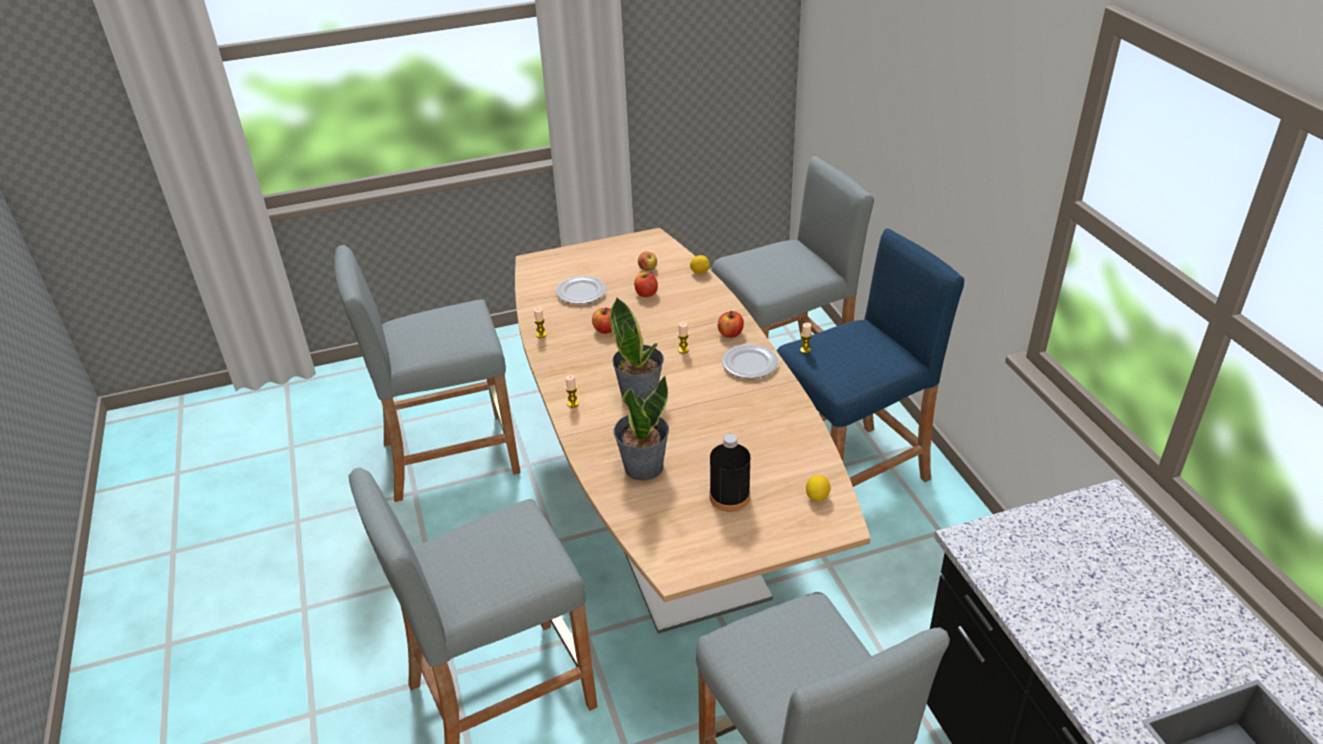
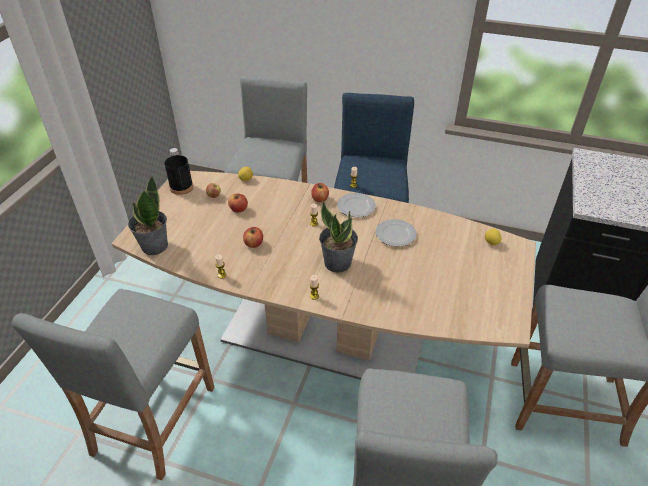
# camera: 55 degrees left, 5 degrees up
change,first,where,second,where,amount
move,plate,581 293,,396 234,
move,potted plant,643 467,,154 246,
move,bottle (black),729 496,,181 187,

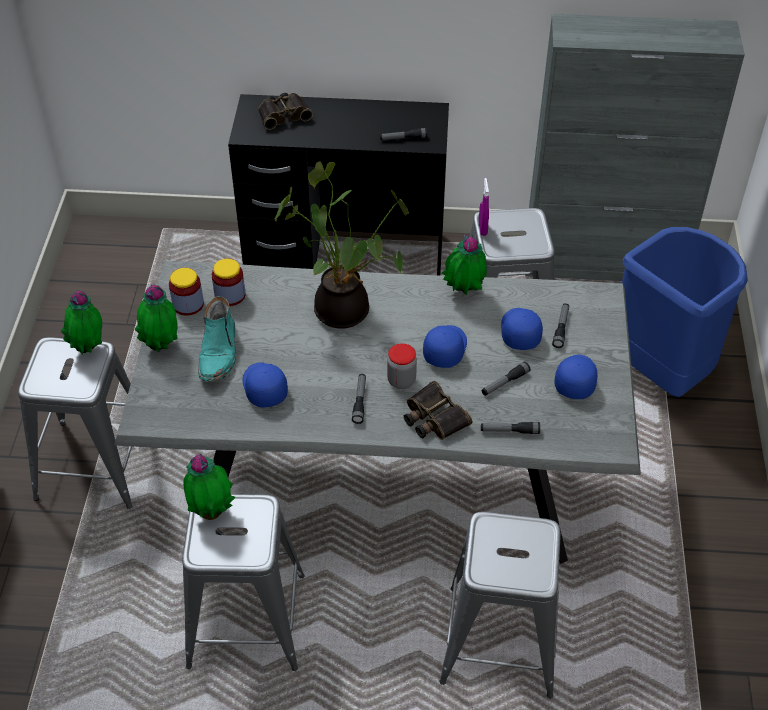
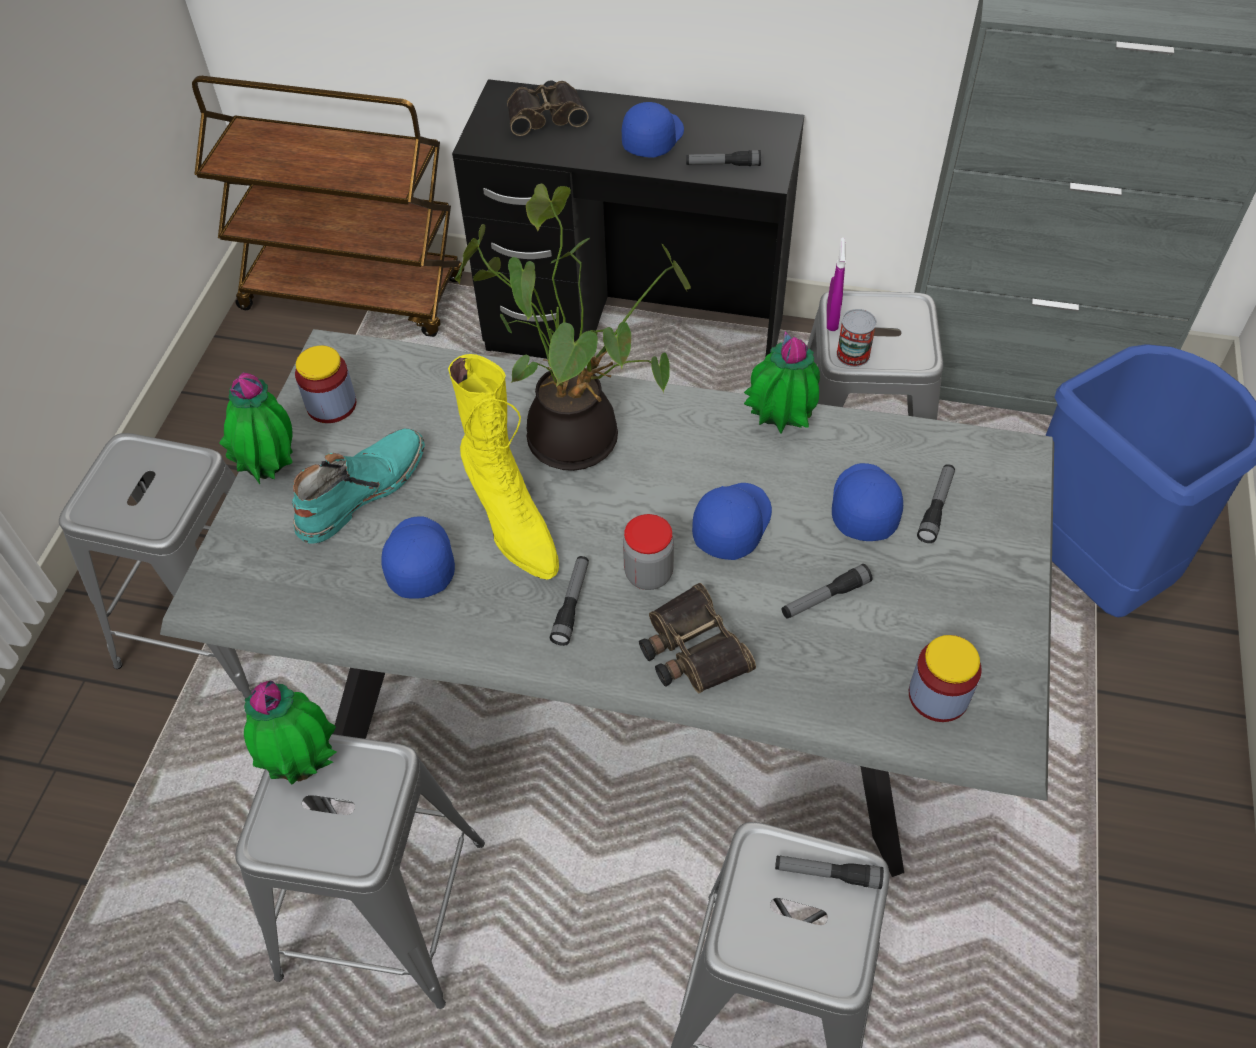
# camera: 10 degrees right, 5 degrees up
change,first,where,second,where,amount
move,jar,230 295,,938 695,
delete,potted plant,89 349,,,
rotate,boot (turquoise),219 352,,361 491,150 degrees counterclockwise
move,cap (blue),575 379,,652 138,
move,flashlight,509 431,,827 874,
insert,,,cart (brown),355 293,
insert,,,can,853 354,
insert,,,boot (yellow),512 524,

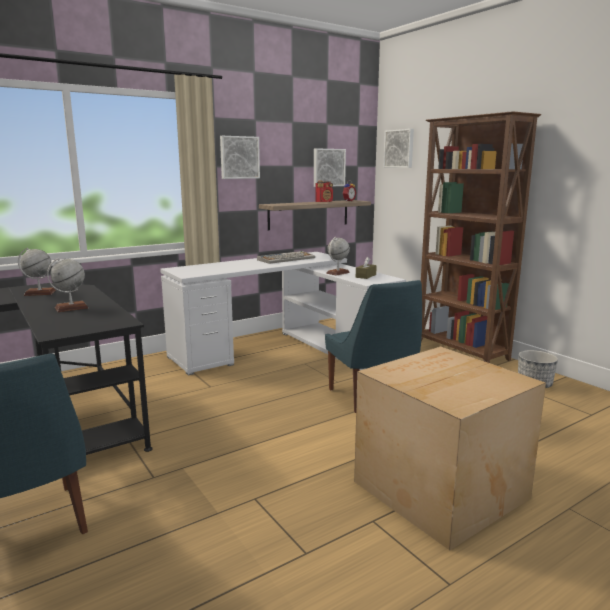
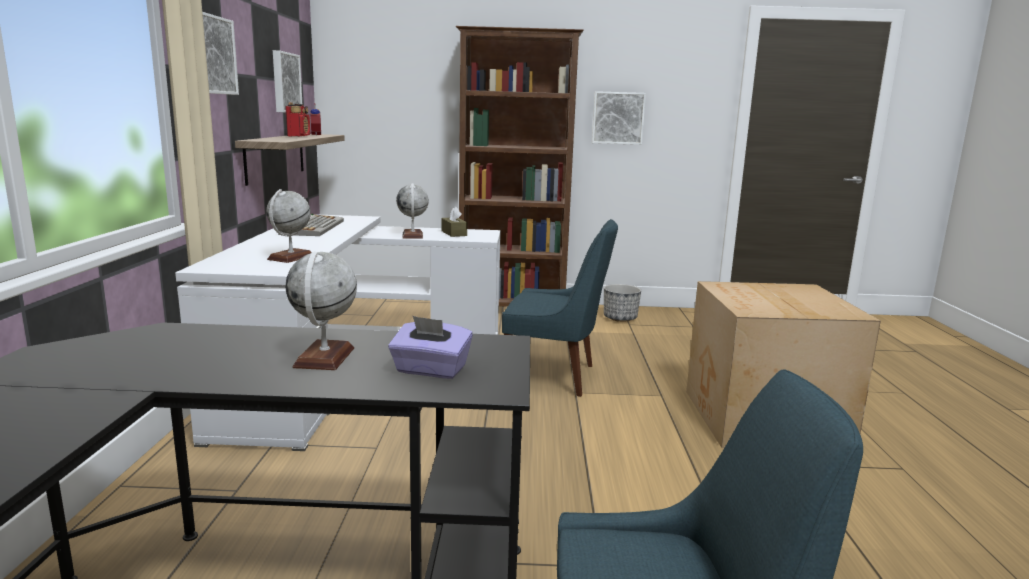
# camera: 55 degrees left, 0 degrees up
change,first,where,second,where,amount
move,picture,399 148,,618 118,
move,globe,40 293,,291 257,
insert,,,tissue box (purple),430 370,

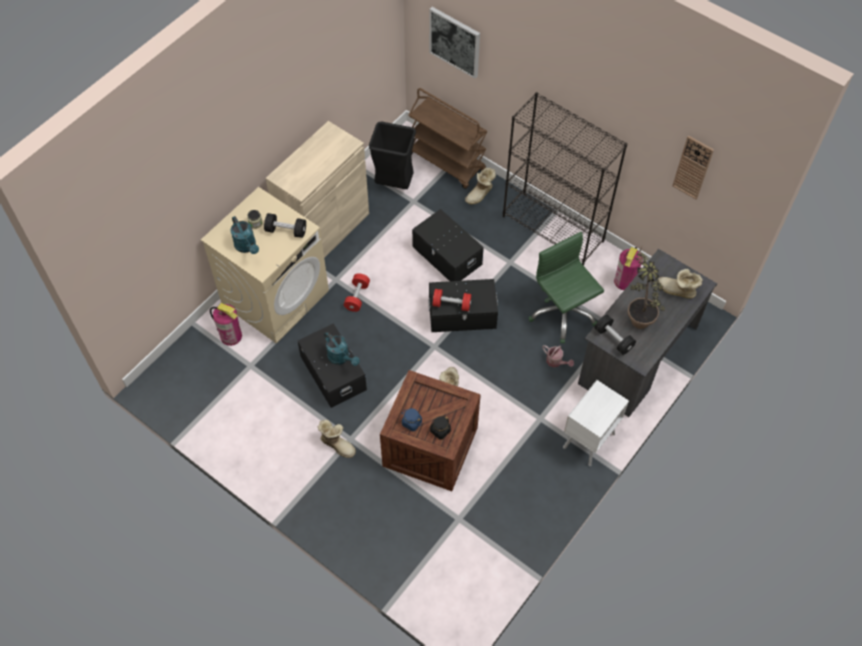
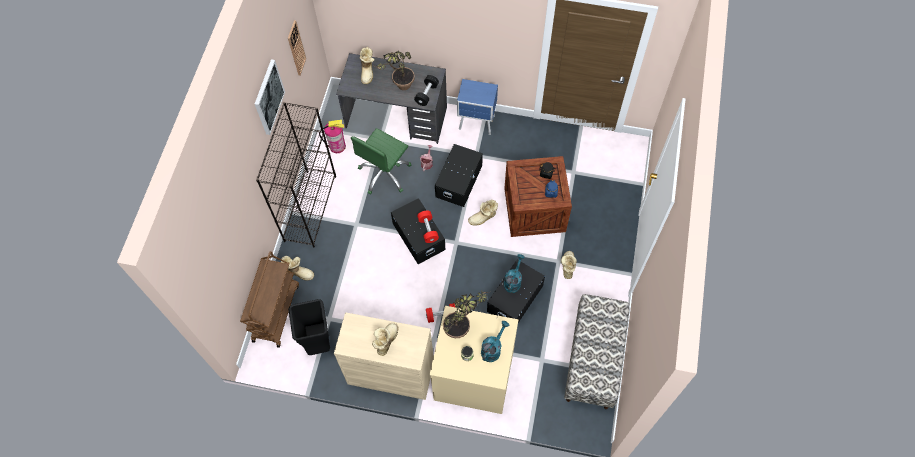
# camera: 115 degrees left, 5 degrees up
change,first,where,second,where,amount
move,picture,455 41,,268 97,
move,storage box (black),446 256,,459 181,
replace,dumbbell (black),286 231,potted plant,462 327,
delete,fire extinguisher,231 336,,,
recolor,nightstand (white),587 441,nightstand (blue),477 123,
insert,,,bench,593 360,
insert,,,boot,386 341,

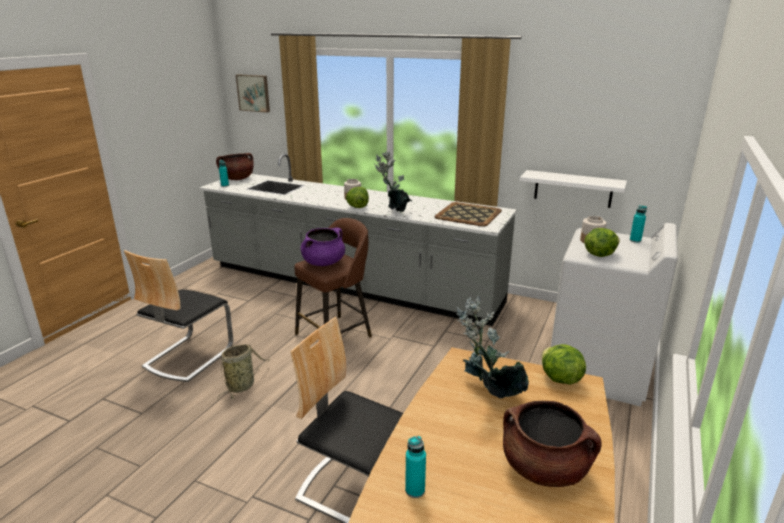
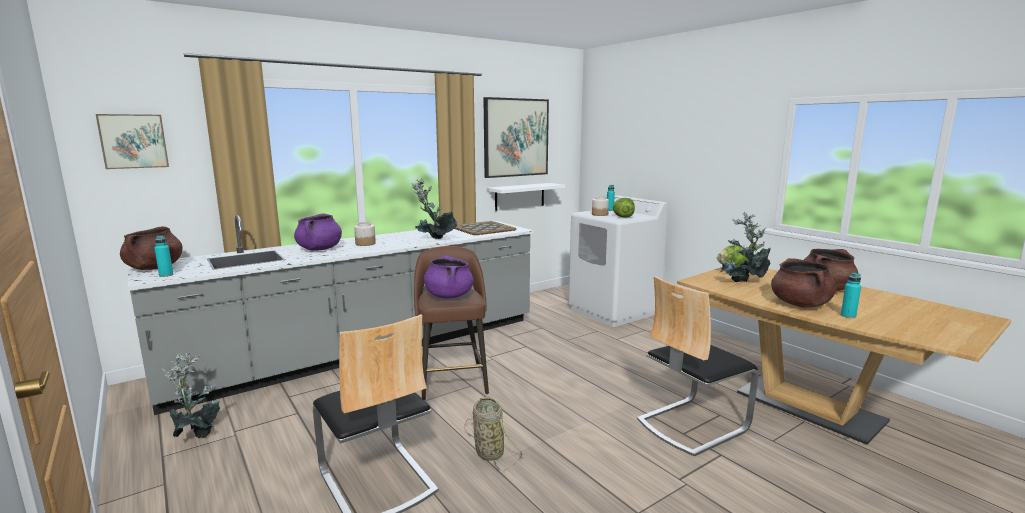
# camera: 60 degrees left, 10 degrees down
change,first,where,second,where,amount
delete,lettuce,357 207,,,
insert,,,picture,516 137,
insert,,,cooking pot (purple),319 249,
insert,,,cooking pot (brown),800 304,
insert,,,potted plant,197 435,

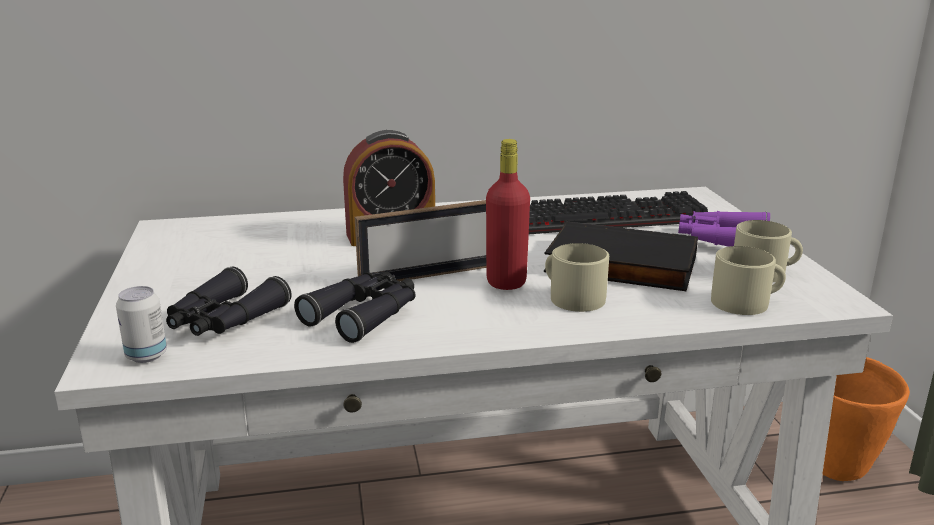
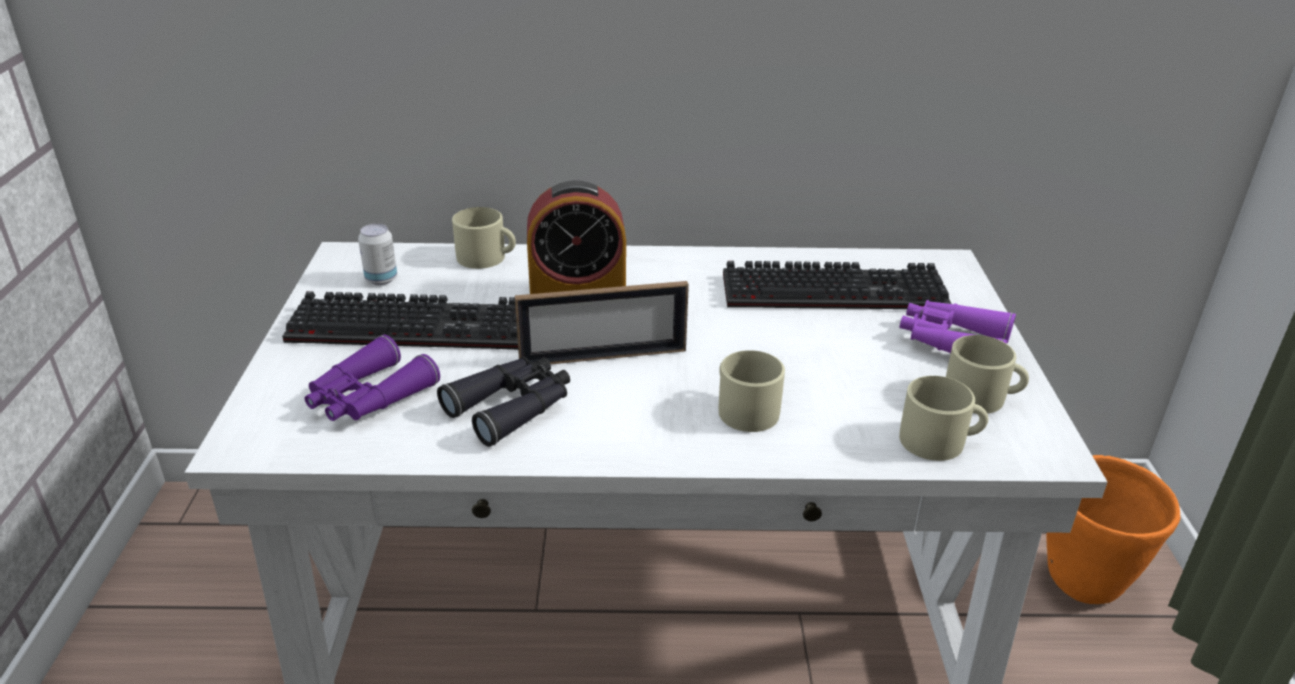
# camera: 10 degrees right, 10 degrees up
change,first,where,second,where,amount
delete,bottle (red),506 282,,,
delete,book (black),619 266,,,
recolor,binoculars (black),224 320,binoculars (purple),368 397,
move,can,146 356,,381 279,
insert,,,mug (beige),487 258,
insert,,,keyboard,416 325,

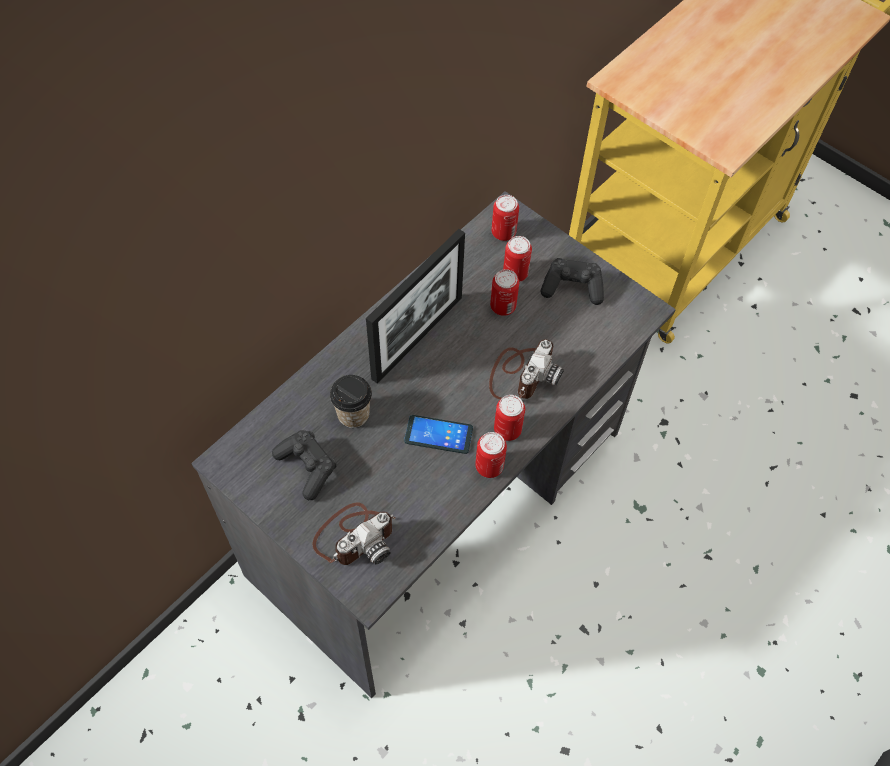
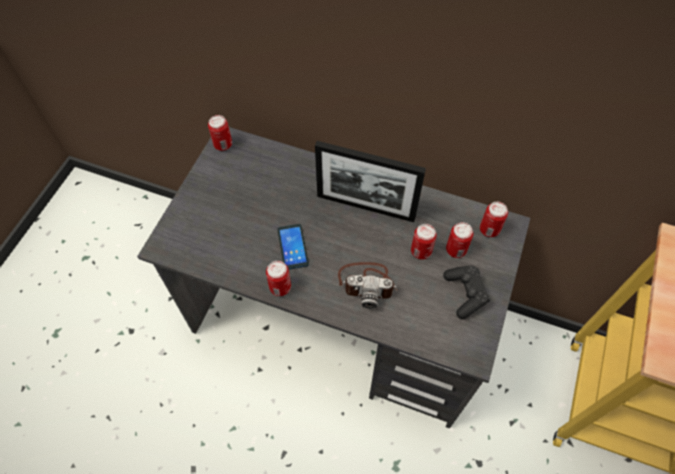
# camera: 70 degrees right, 0 degrees up
change,first,where,second,where,amount
delete,cup,353 415,,,
move,can,507 430,,223 144,
delete,game controller (black),307 467,,,
delete,photo camera,355 536,,,

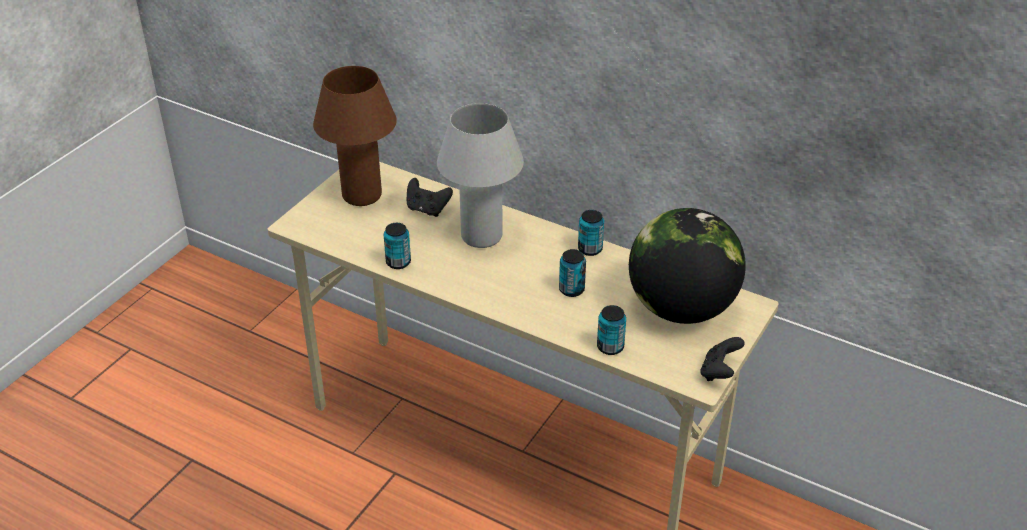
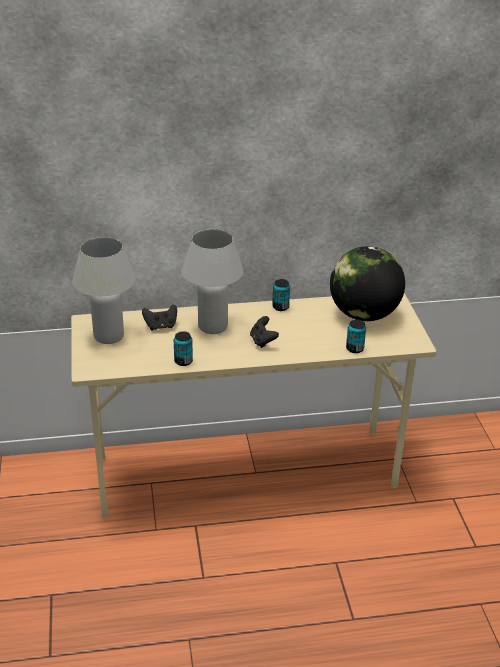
# camera: 40 degrees left, 5 degrees down
change,first,where,second,where,amount
recolor,table lamp (brown),362 195,table lamp (white),109 336,
delete,can,571 290,,,
move,game controller (black),719 372,,263 341,

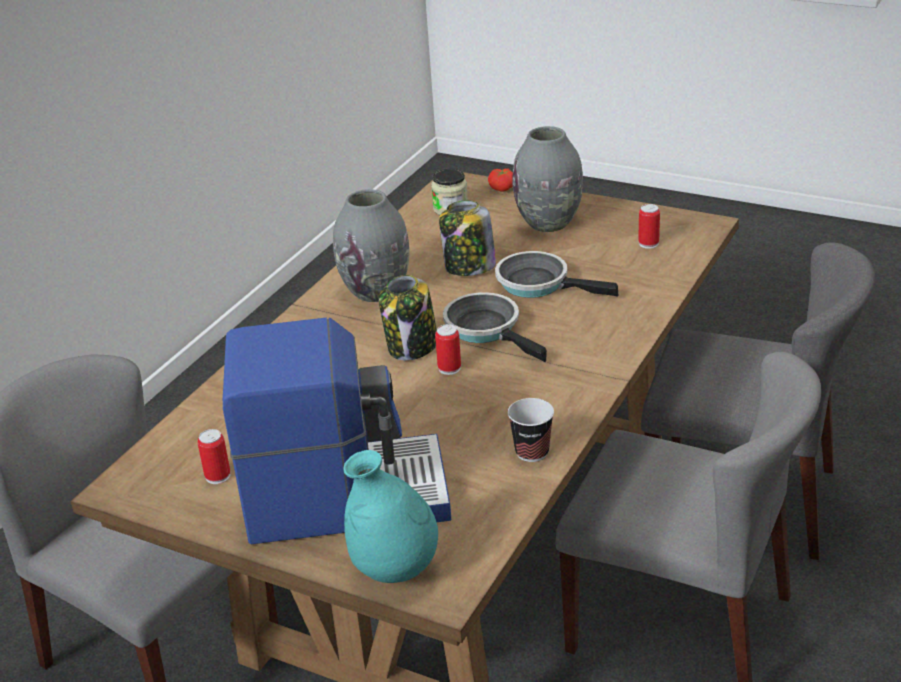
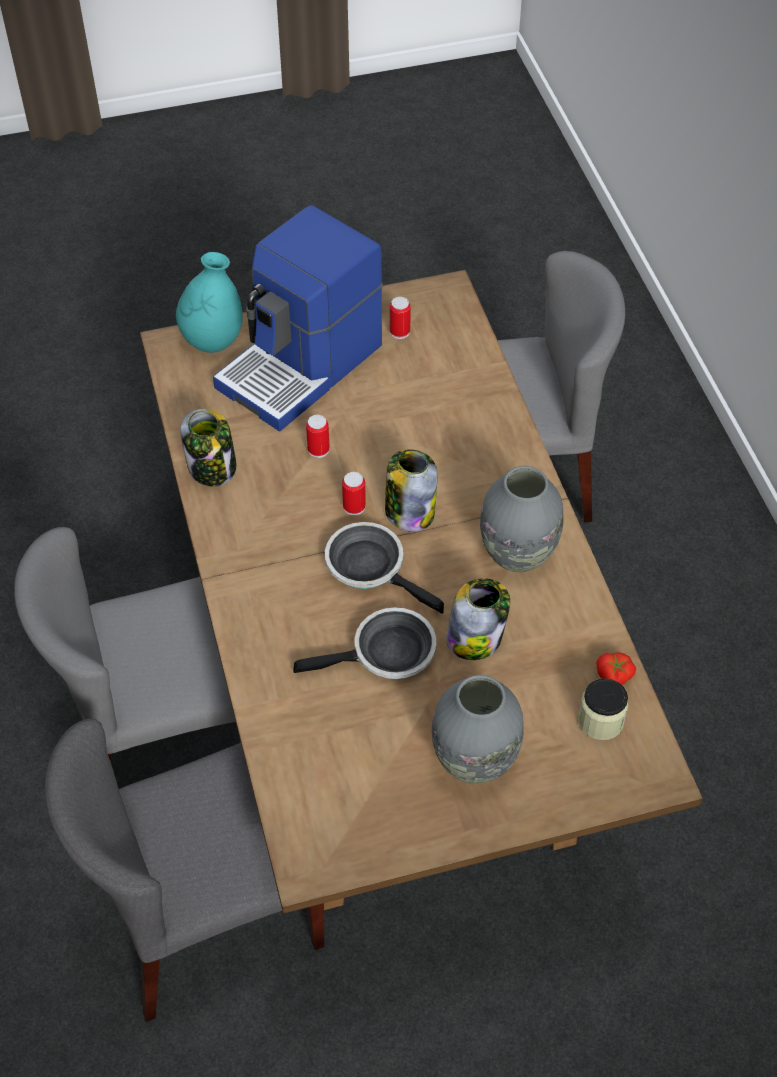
# camera: 135 degrees right, 20 degrees up
change,first,where,second,where,amount
move,tomato,503 188,,614 676,
move,can,648 243,,318 450,
rotate,frying pan,487 329,,371 567,150 degrees counterclockwise
replace,cup,532 452,jar,212 467,

